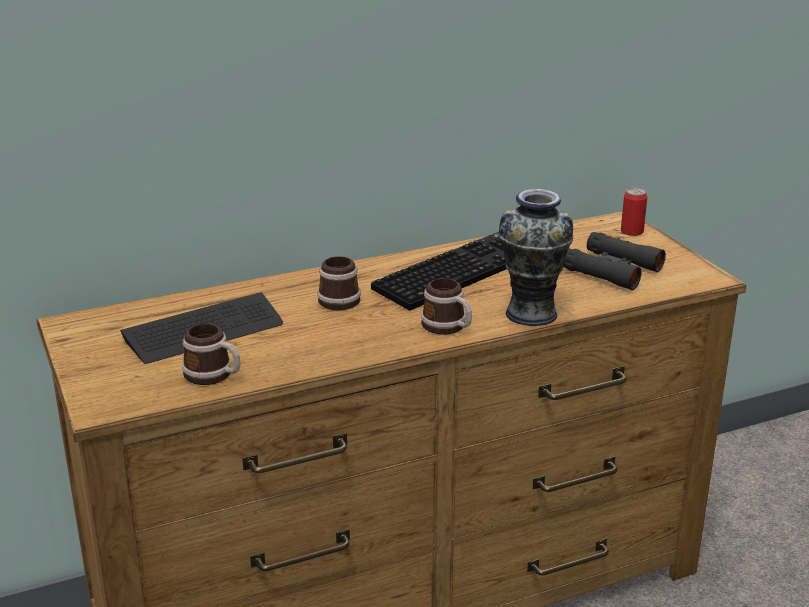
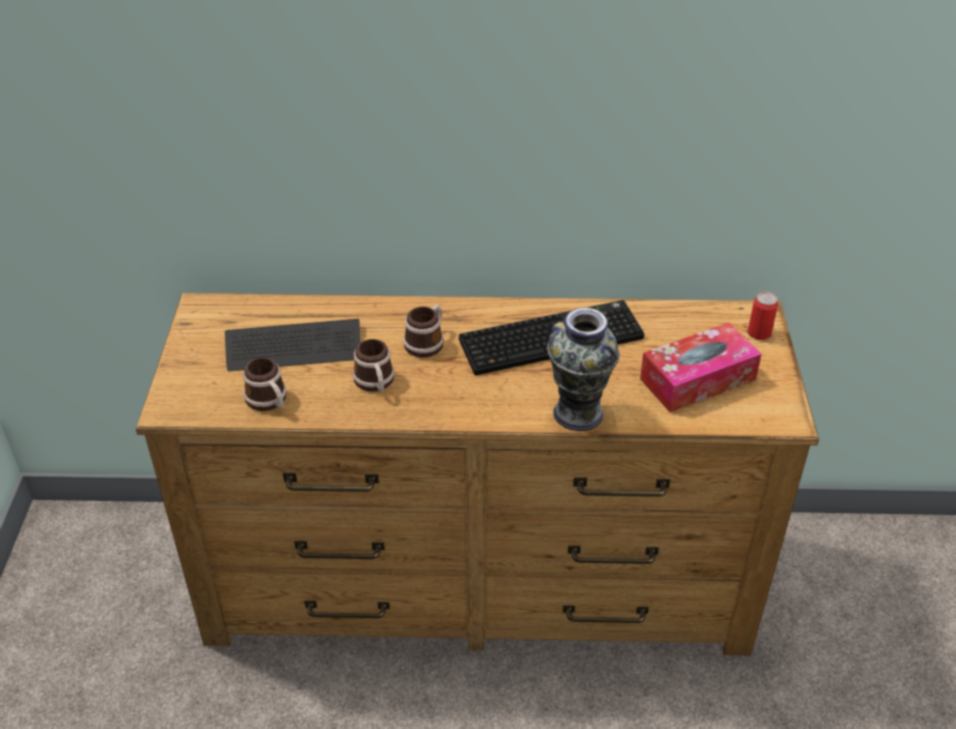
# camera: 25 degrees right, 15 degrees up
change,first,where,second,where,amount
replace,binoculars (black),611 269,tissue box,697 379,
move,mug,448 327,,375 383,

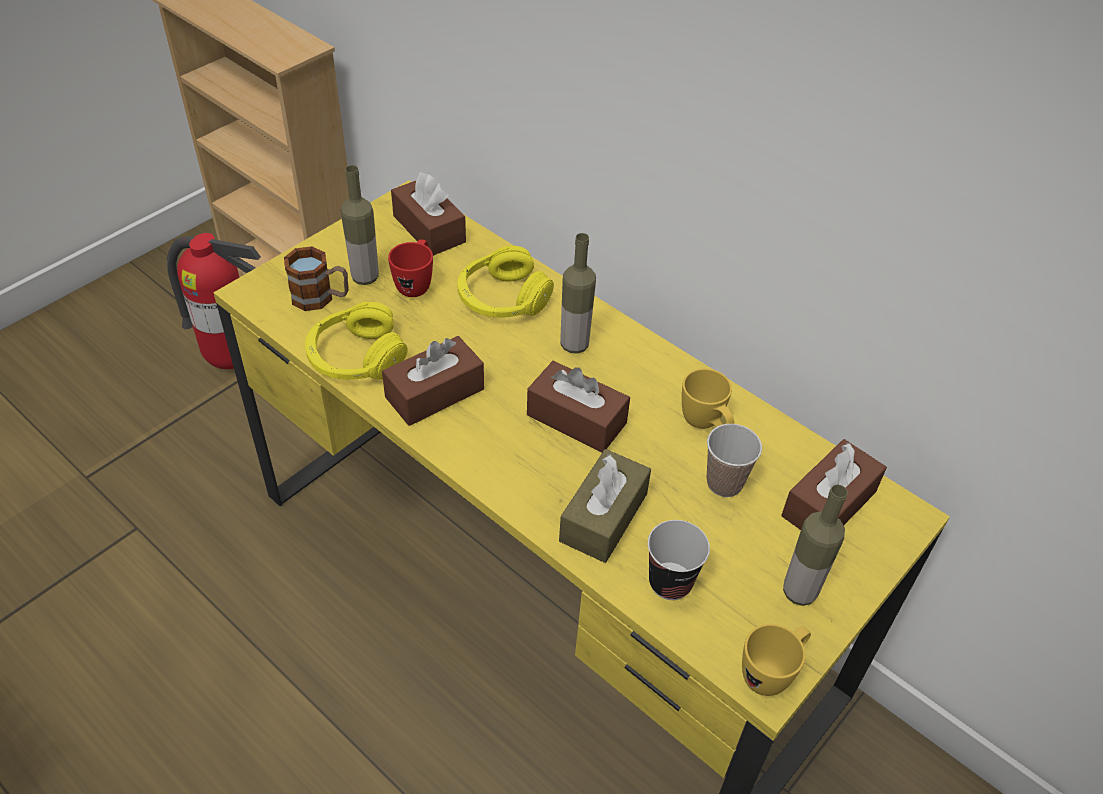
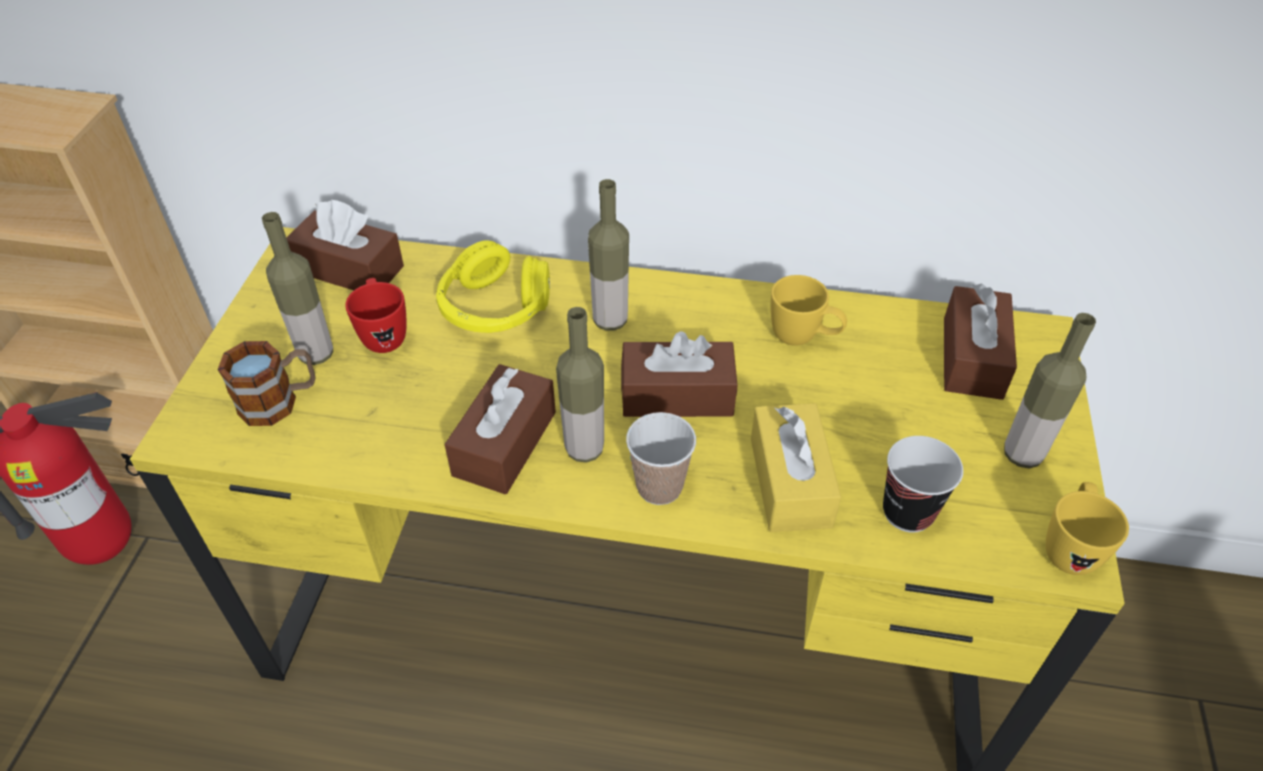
# camera: 30 degrees left, 0 degrees up
change,first,where,second,where,amount
delete,headphones (yellow),356 357,,,
move,cup,724 483,,659 487,
recolor,tissue box (brown),603 517,tissue box (yellow),790 482,
insert,,,bottle,584 449,

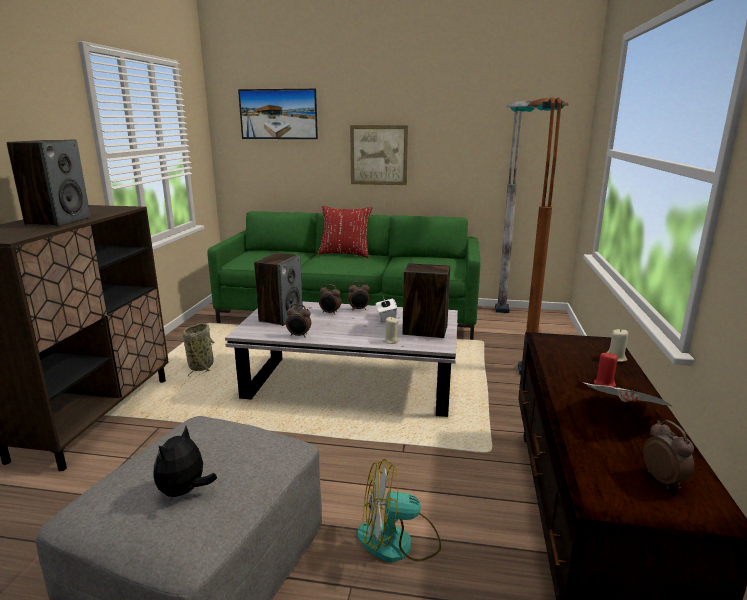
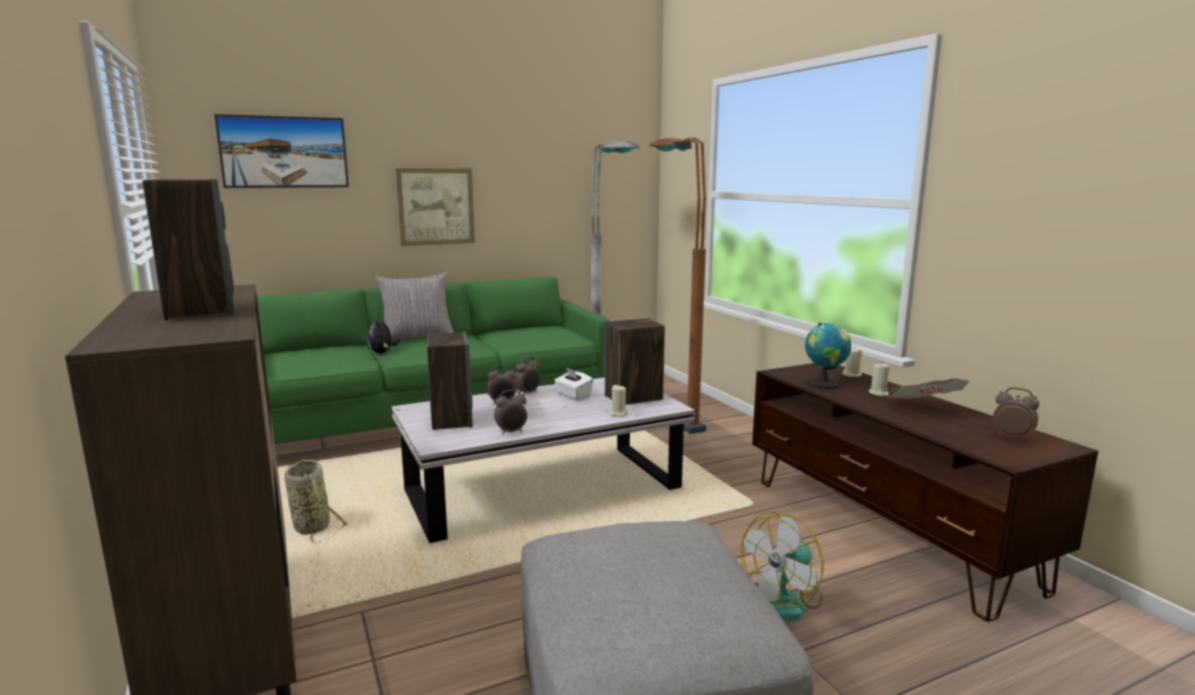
# camera: 35 degrees left, 5 degrees down
change,first,where,second,where,amount
recolor,pillow (red),345 254,pillow (grey),417 339,
recolor,candle (red),604 384,candle (beige),879 393,
move,plush toy,184 491,,382 352,
insert,,,globe,825 384,

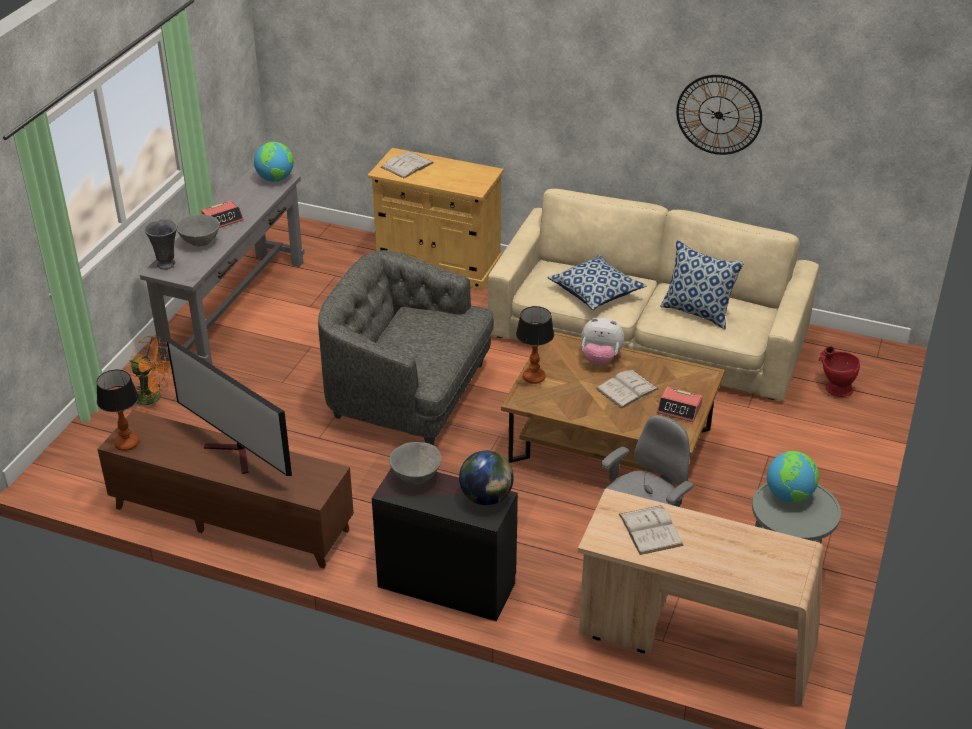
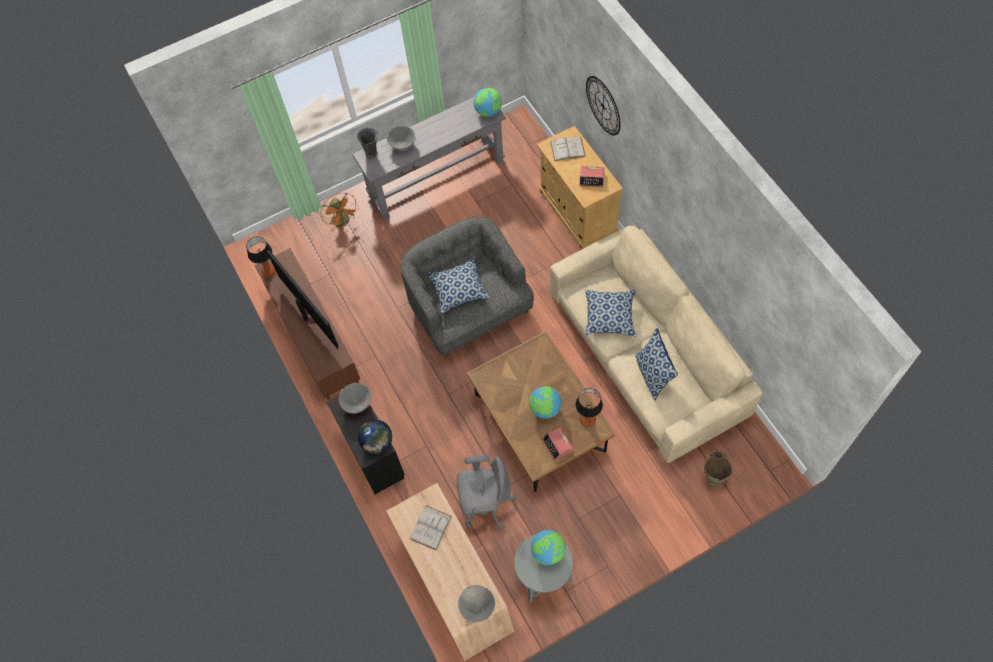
# camera: 45 degrees right, 25 degrees up
change,first,where,second,where,amount
move,wall clock,718 115,,603 105,
move,alarm clock,223 219,,592 179,
move,table lamp,534 377,,588 420,
delete,plush toy,600 359,,,
rotate,television,235 454,,310 314,150 degrees clockwise
recolor,vase (red),834 388,vase (beige),714 474,
replace,book (white),627 389,globe,545 409,
insert,,,pillow,458 289,
insert,,,bowl (grey),477 607,

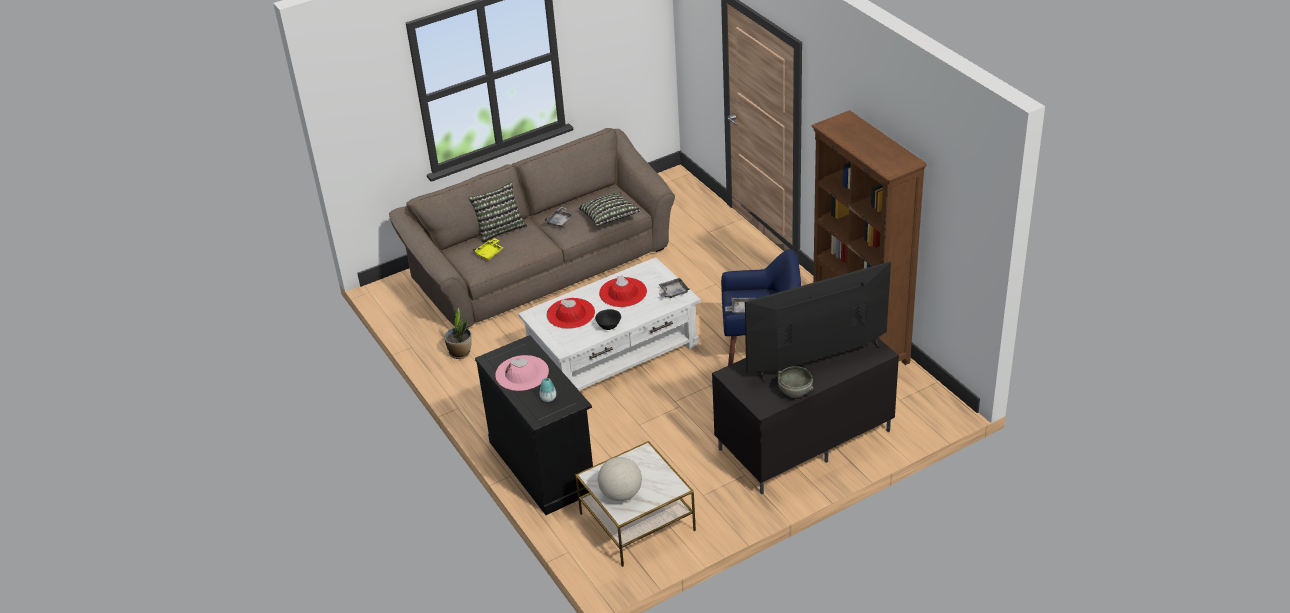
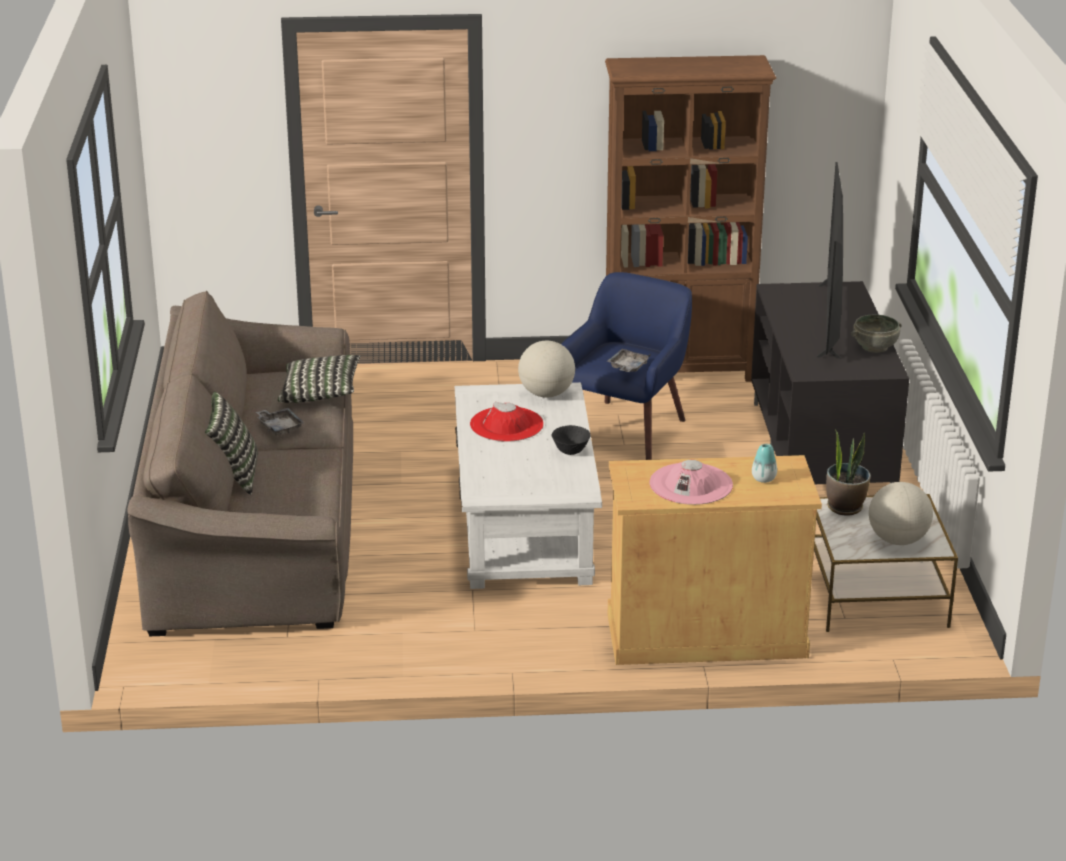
# camera: 65 degrees left, 10 degrees down
change,first,where,second,where,amount
delete,tray (yellow),489 253,,,
replace,tray (grey),673 292,globe,546 394,
delete,hat (red),570 313,,,
move,potted plant,460 353,,845 507,
recolor,cabinet (black),543 466,cabinet (beige),706 635,

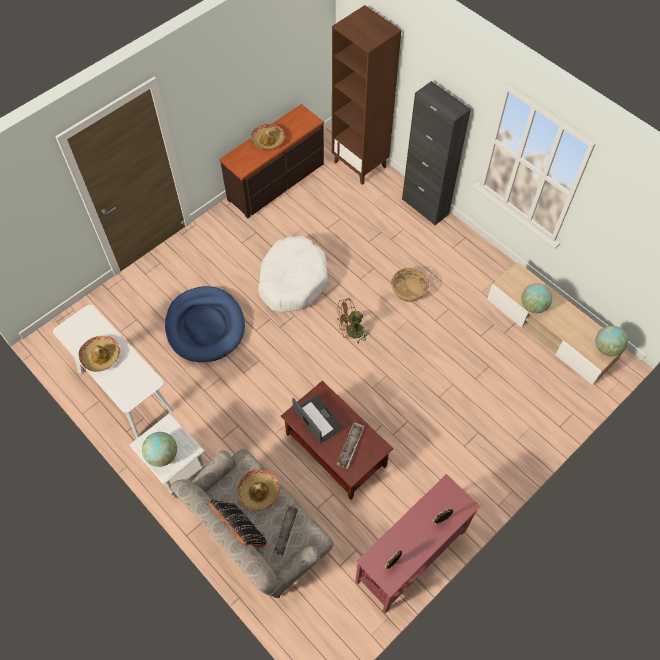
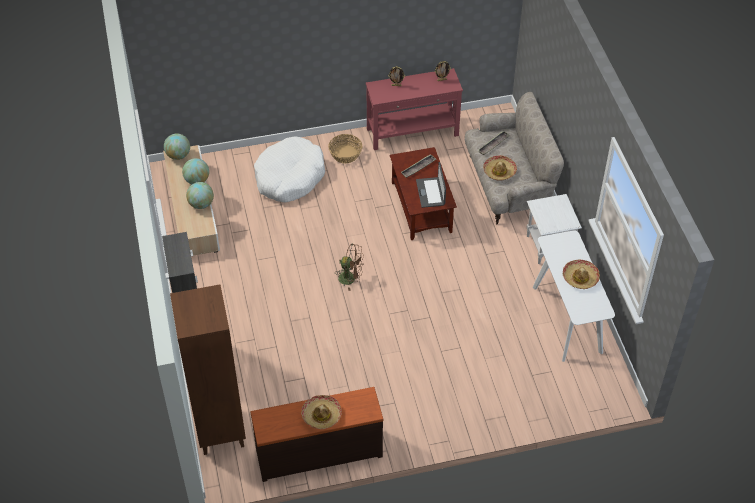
# camera: 150 degrees left, 10 degrees down
change,first,where,second,where,amount
move,dog bed (white),292 280,,289 177,
move,basket,408 290,,345 154,
delete,dog bed (blue),205 326,,,
move,globe,162 455,,197 180,
delete,pillow (black),240 531,,,

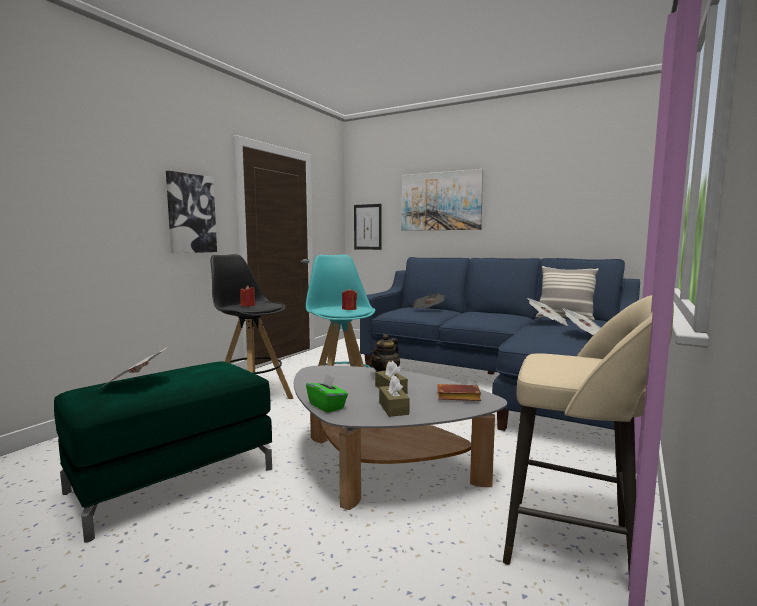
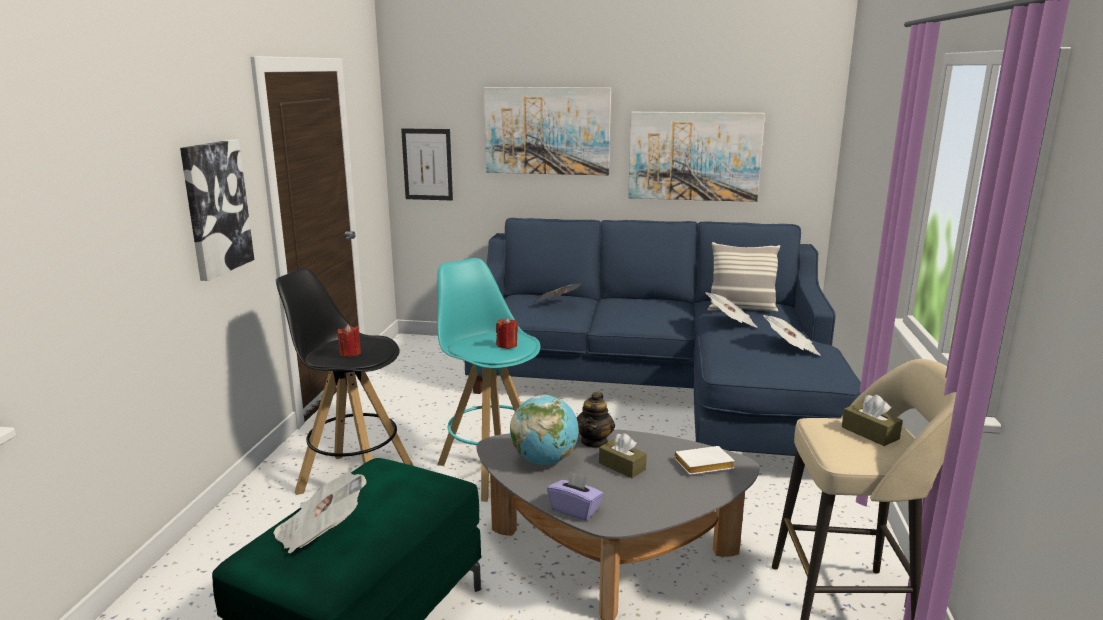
# camera: 20 degrees left, 10 degrees up
change,first,where,second,where,amount
recolor,tissue box (green),327 406,tissue box (purple),575 510,
move,tissue box (brown),393 408,,870 433,
recolor,book (brown),457 397,book (white),703 466,
insert,,,picture,694 156,
insert,,,globe,544 460,

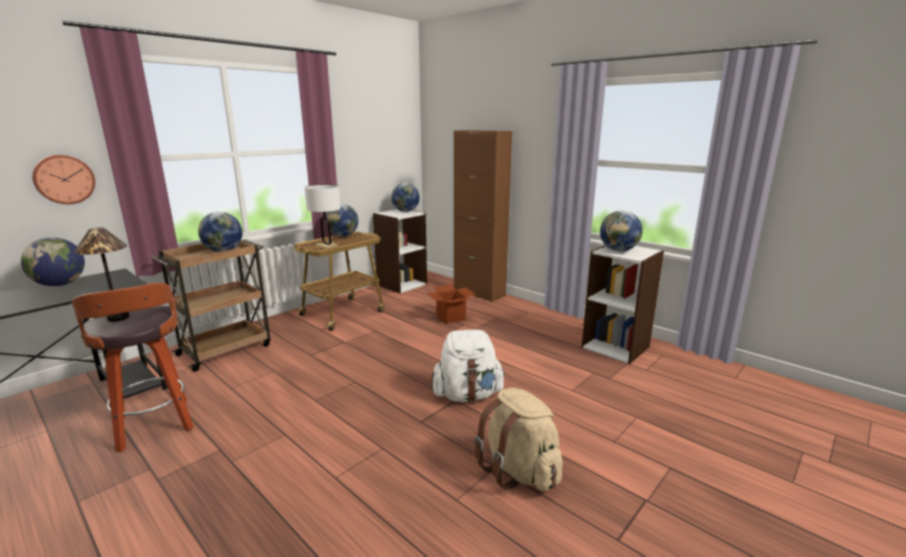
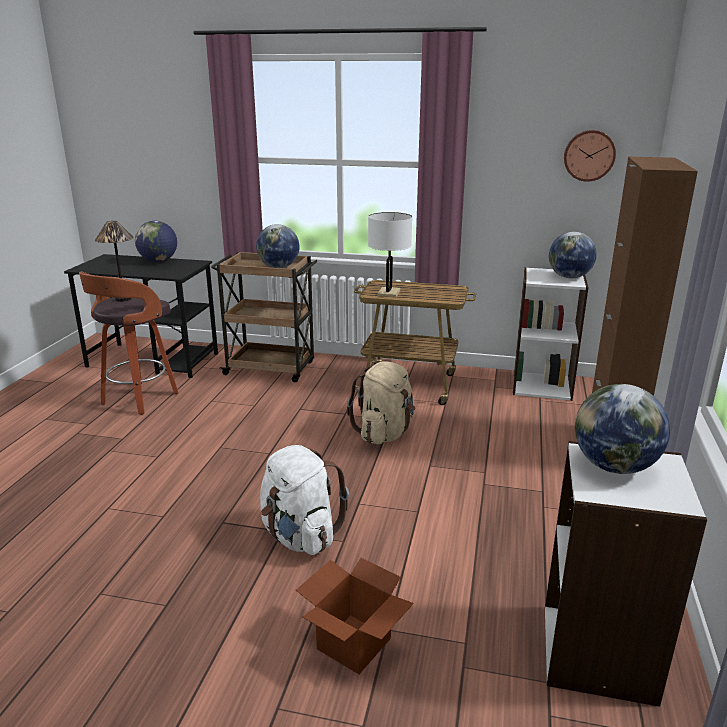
# camera: 60 degrees right, 5 degrees up
change,first,where,second,where,amount
move,wall clock,64 179,,589 155,
delete,globe,343 236,,,
move,cardboard box,450 317,,354 643,
move,backpack (beige),519 471,,384 433,

